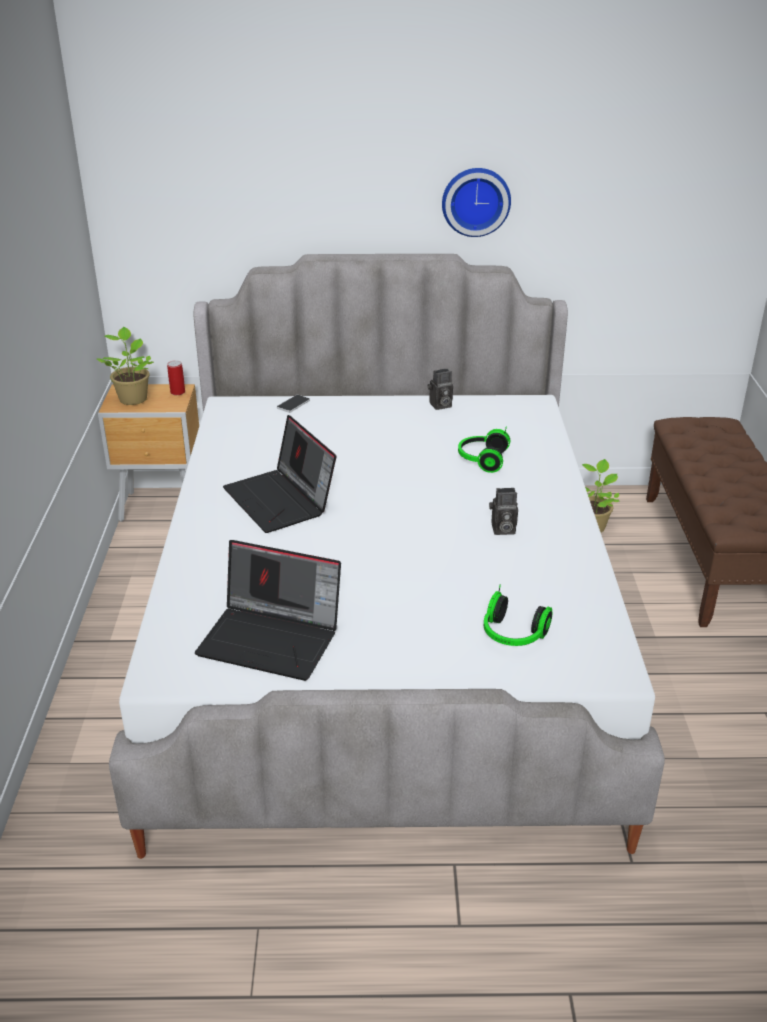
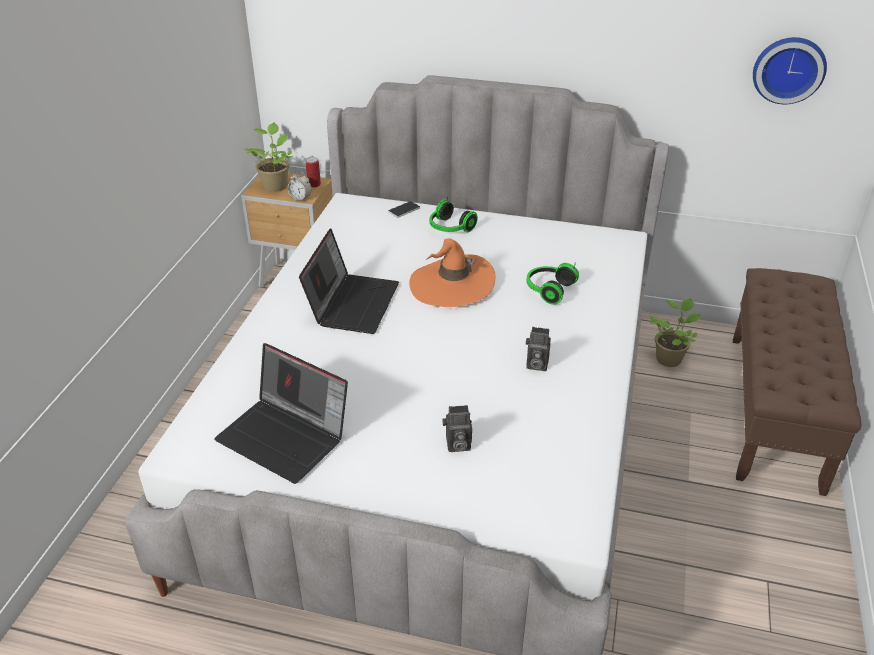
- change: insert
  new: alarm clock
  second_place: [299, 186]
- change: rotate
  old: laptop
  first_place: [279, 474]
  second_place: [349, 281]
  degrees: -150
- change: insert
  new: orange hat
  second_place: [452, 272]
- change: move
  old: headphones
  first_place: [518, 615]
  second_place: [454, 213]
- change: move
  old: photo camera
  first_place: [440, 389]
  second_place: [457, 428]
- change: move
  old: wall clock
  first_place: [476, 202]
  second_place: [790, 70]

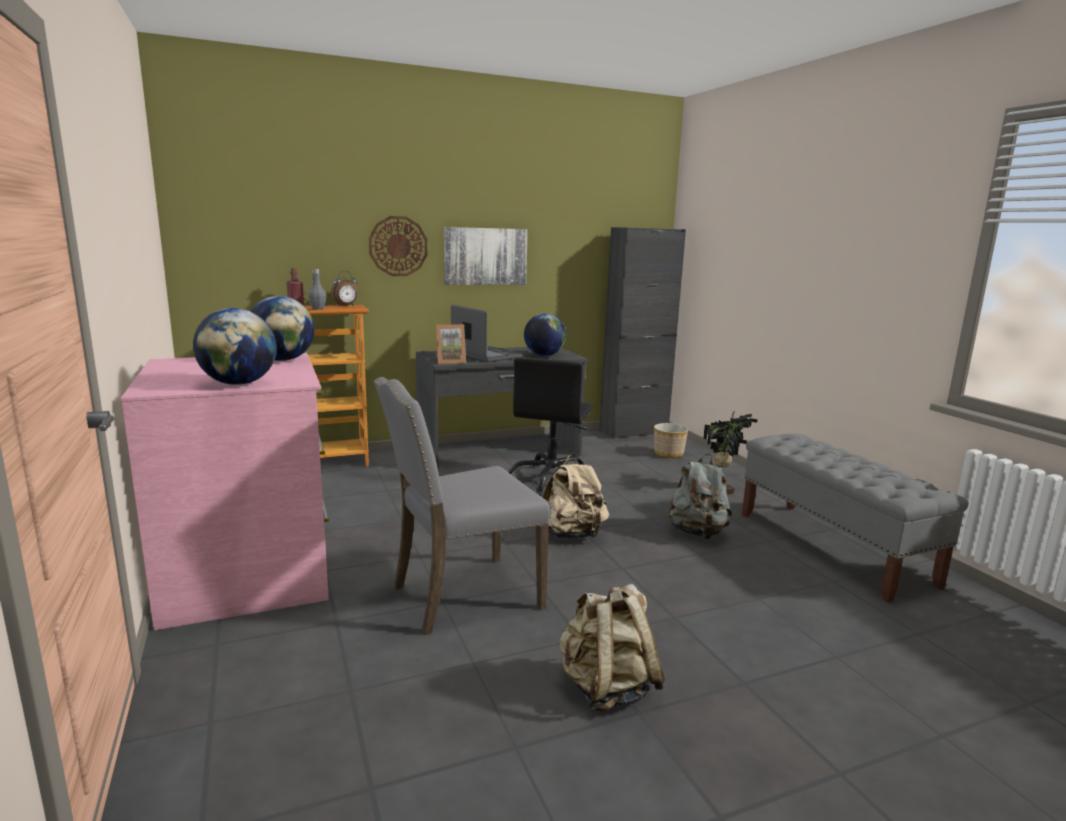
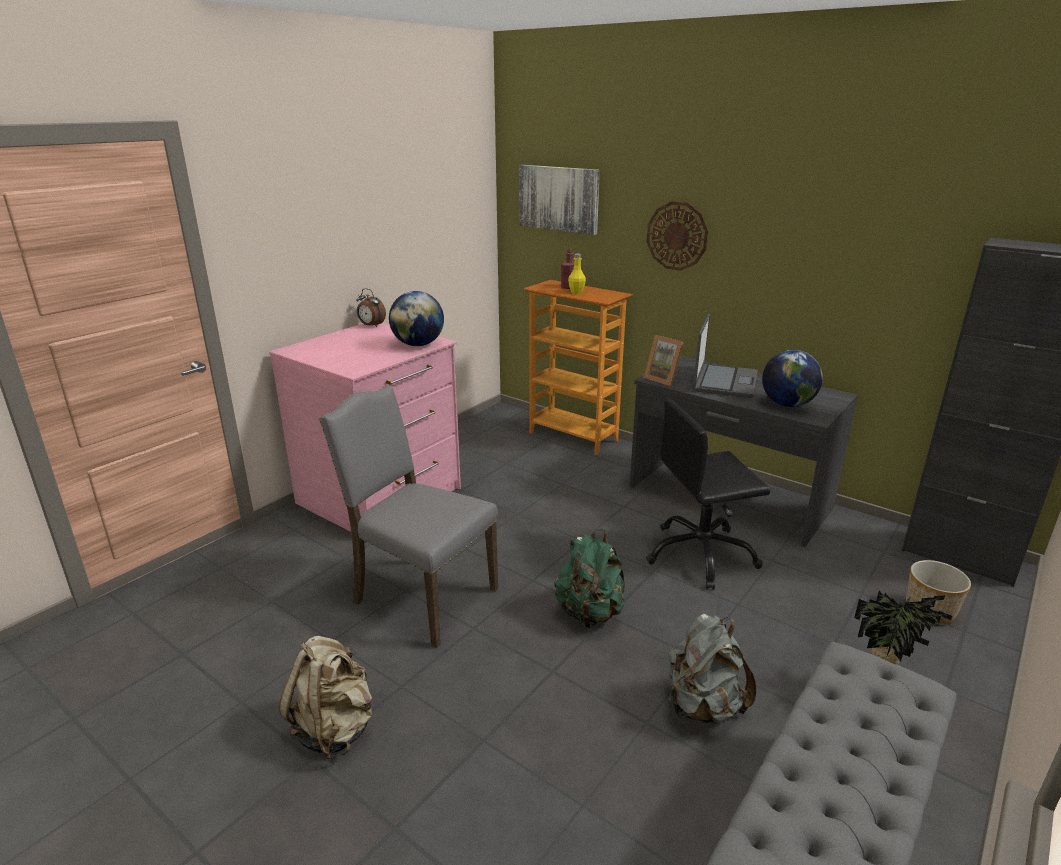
- change: move
  old: alarm clock
  first_place: [344, 289]
  second_place: [371, 307]
- change: move
  old: picture
  first_place: [485, 256]
  second_place: [559, 200]
- change: recolor
  old: beige backpack
  new: green backpack
  first_place: [576, 496]
  second_place: [589, 578]
- change: recolor
  old: grey bottle
  new: yellow bottle
  first_place: [317, 289]
  second_place: [577, 273]
- change: delete
  old: globe
  first_place: [235, 346]

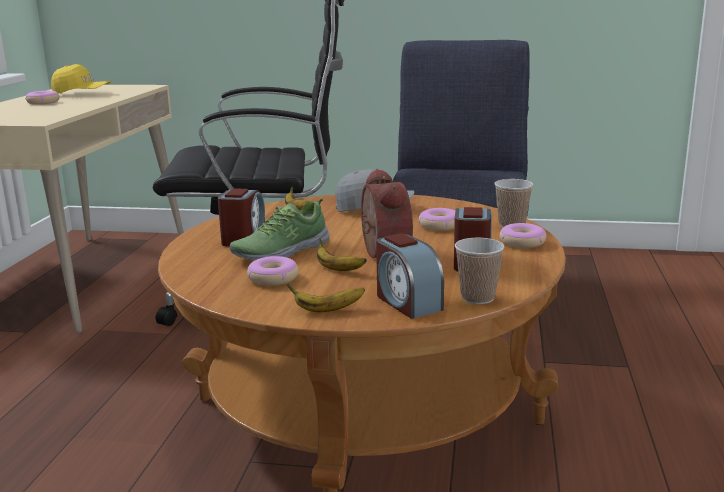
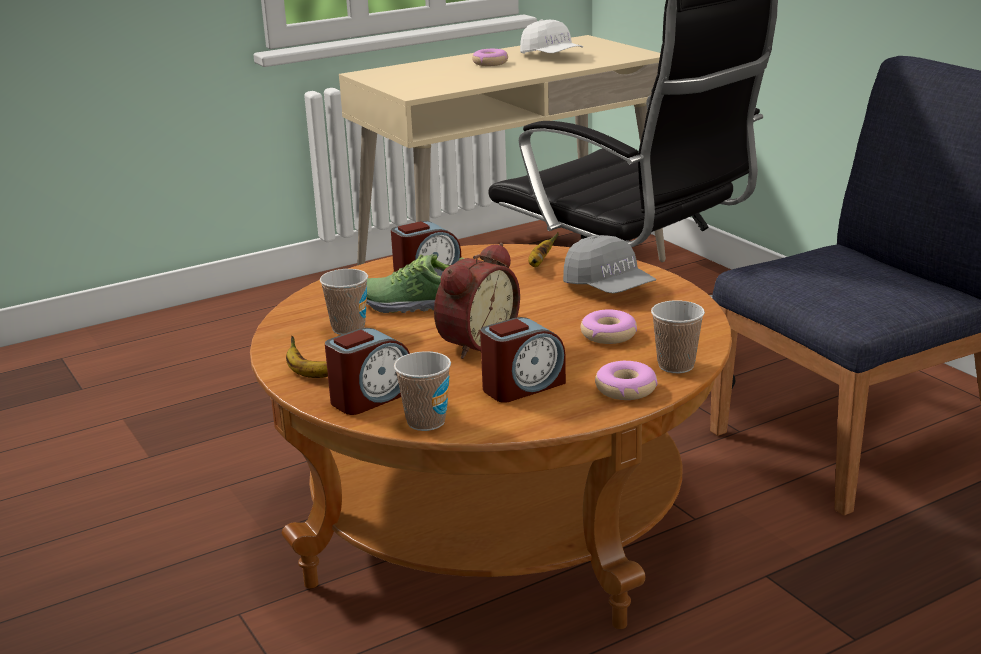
- change: replace
  old: donut
  new: cup
  first_place: [272, 271]
  second_place: [344, 302]
- change: rotate
  old: alarm clock
  first_place: [410, 276]
  second_place: [367, 371]
  degrees: -150
- change: recolor
  old: yellow cap
  new: white cap
  first_place: [81, 79]
  second_place: [551, 36]
- change: delete
  old: banana
  first_place: [342, 255]

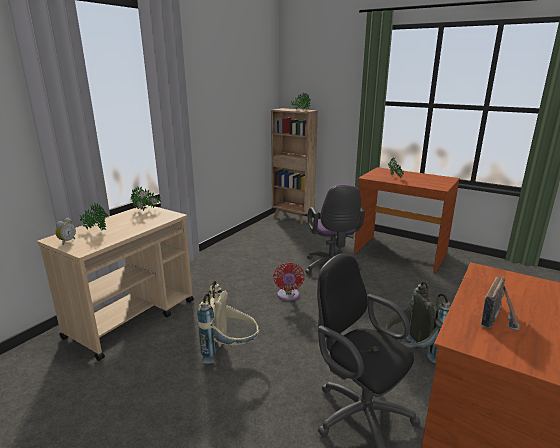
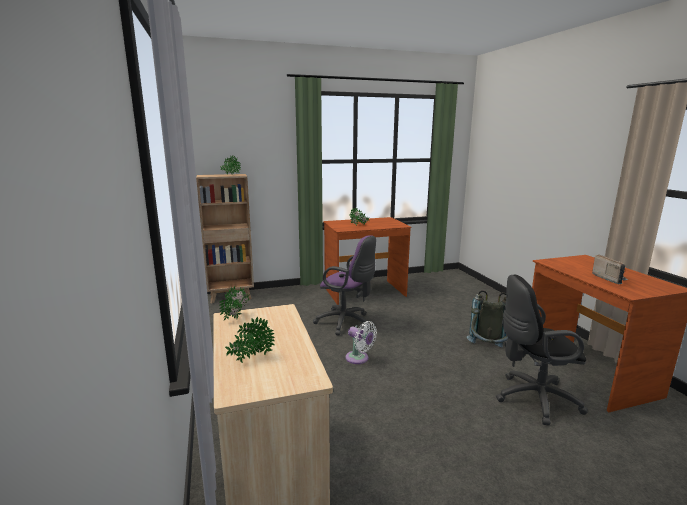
- change: recolor
  old: red fan
  new: white fan
  first_place: [289, 282]
  second_place: [361, 342]
- change: delete
  old: alarm clock
  first_place: [65, 231]
- change: delete
  old: beige backpack
  first_place: [228, 321]

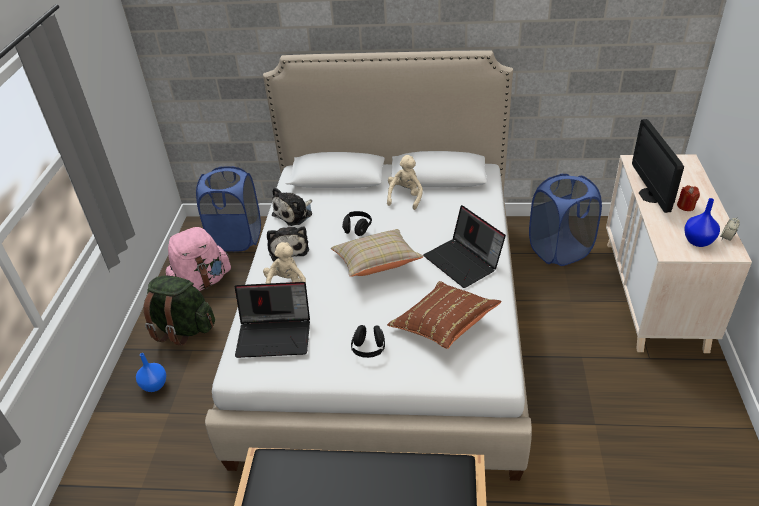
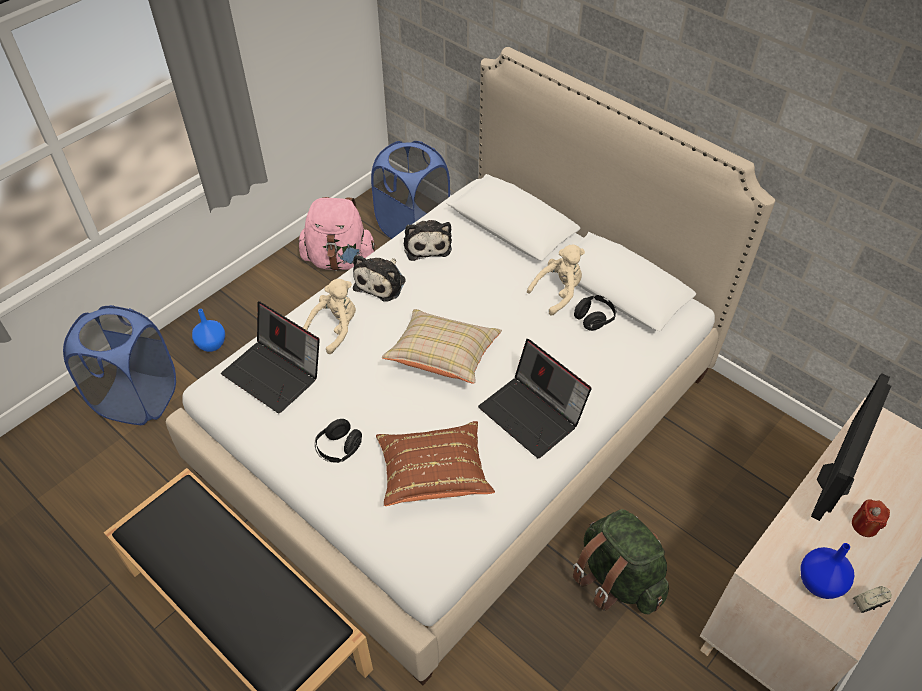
- change: move
  old: blue laundry basket
  first_place: [565, 220]
  second_place: [119, 365]
- change: rotate
  old: plush toy
  first_place: [292, 206]
  second_place: [428, 240]
  degrees: -90
- change: rotate
  old: laptop
  first_place: [464, 246]
  second_place: [535, 398]
  degrees: -45
- change: move
  old: green backpack
  first_place: [179, 310]
  second_place: [621, 561]
- change: move
  old: black headphones
  first_place: [357, 223]
  second_place: [595, 313]

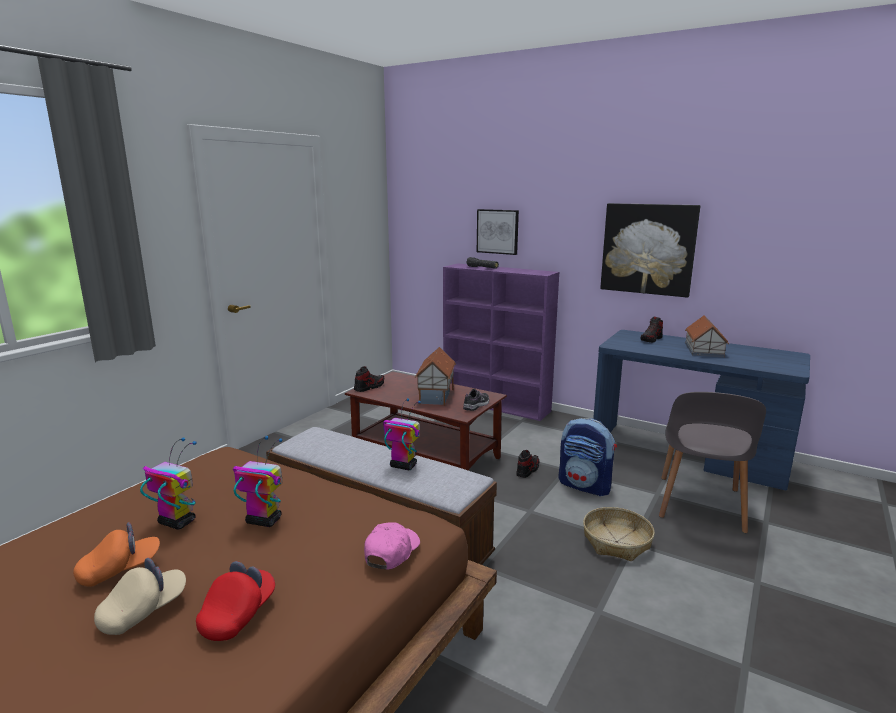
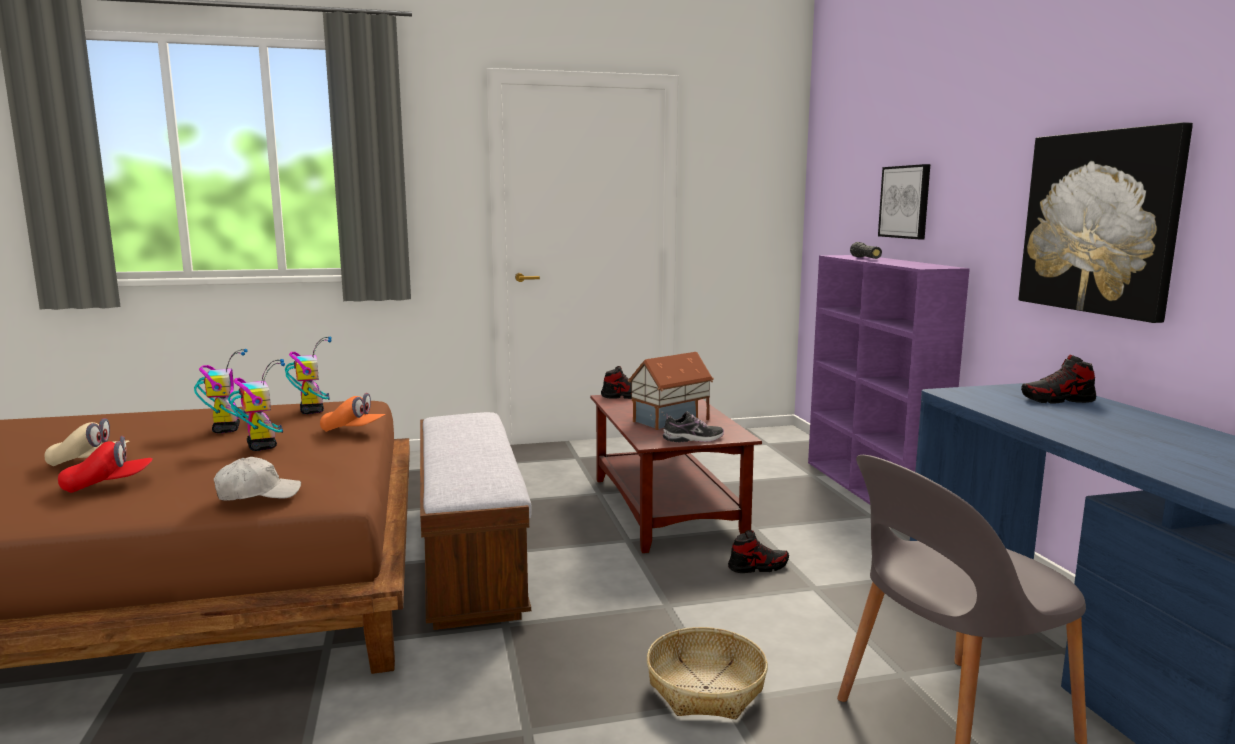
- change: recolor
  old: pink cap
  new: white cap
  first_place: [392, 546]
  second_place: [257, 479]
- change: move
  old: toy robot
  first_place: [402, 434]
  second_place: [308, 375]
- change: move
  old: orange cap
  first_place: [116, 554]
  second_place: [352, 412]
- change: delete
  old: backpack
  first_place: [587, 457]
- change: delete
  old: toy house
  first_place: [707, 336]

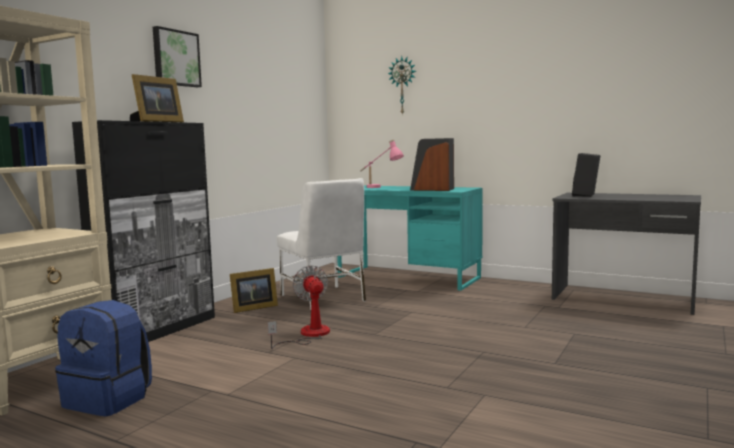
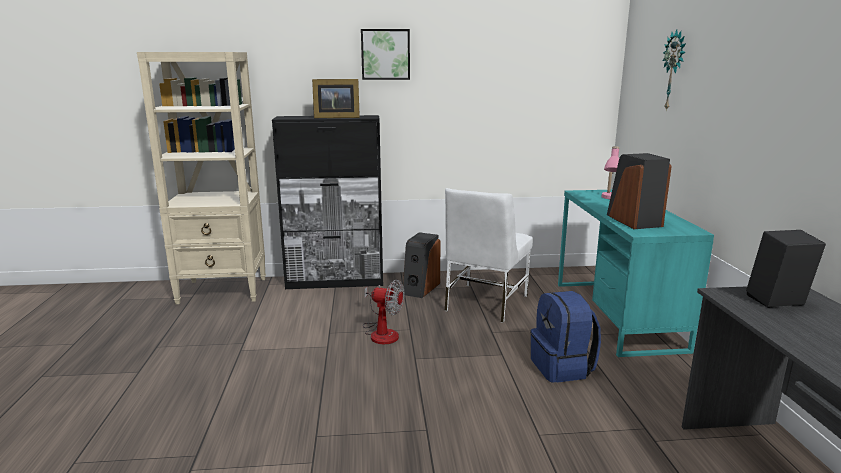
- change: rotate
  old: fan
  first_place: [299, 307]
  second_place: [383, 311]
  degrees: 75
- change: replace
  old: picture frame
  new: speaker
  first_place: [254, 290]
  second_place: [422, 265]
- change: move
  old: blue backpack
  first_place: [103, 358]
  second_place: [565, 337]

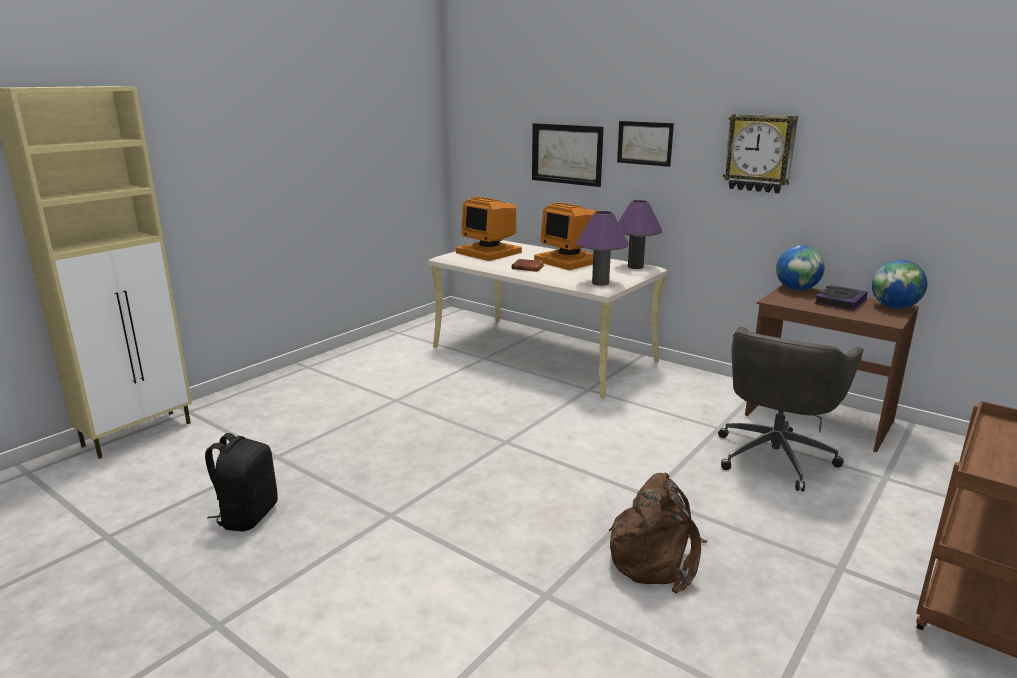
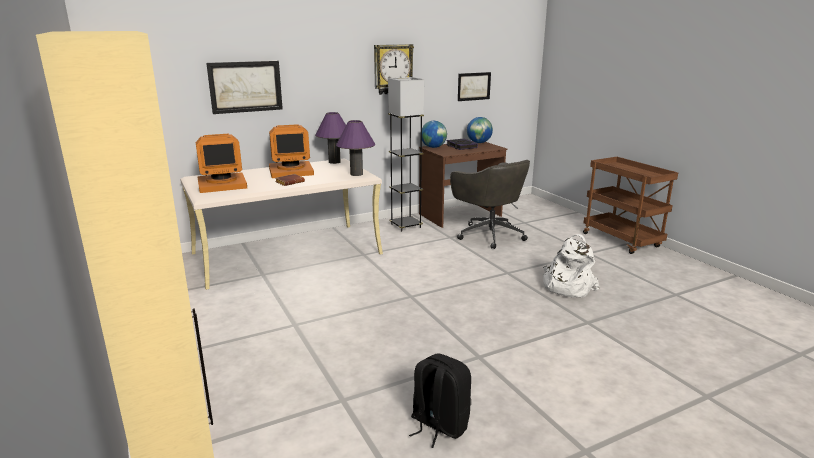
- change: insert
  new: grey floor lamp
  second_place: [406, 154]
- change: move
  old: picture
  first_place: [645, 144]
  second_place: [474, 86]
- change: recolor
  old: brown backpack
  new: white backpack
  first_place: [658, 533]
  second_place: [571, 266]

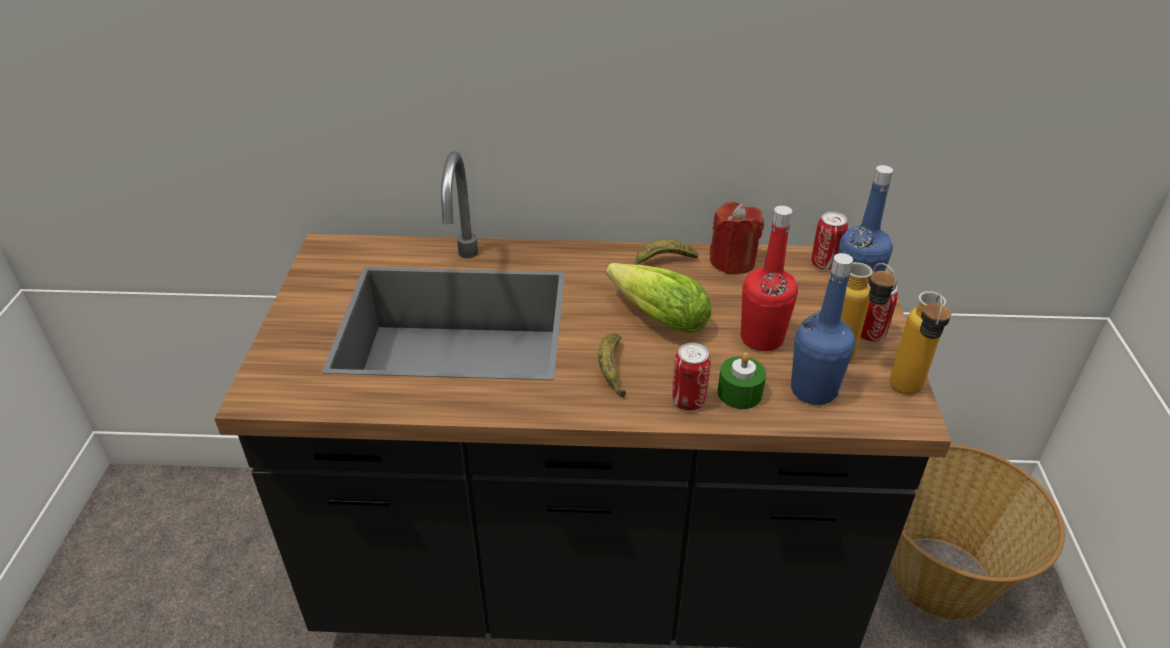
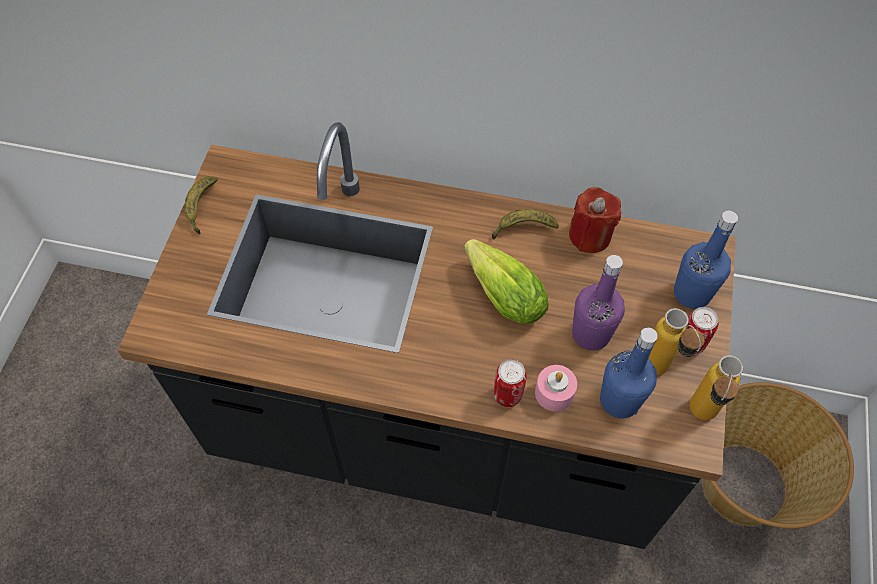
- change: move
  old: banana
  first_place: [612, 365]
  second_place: [201, 205]
- change: recolor
  old: green candle
  new: pink candle
  first_place: [741, 380]
  second_place: [556, 388]
- change: recolor
  old: red bottle
  new: purple bottle
  first_place: [769, 278]
  second_place: [598, 303]
- change: delete
  old: can
  first_place: [829, 241]

